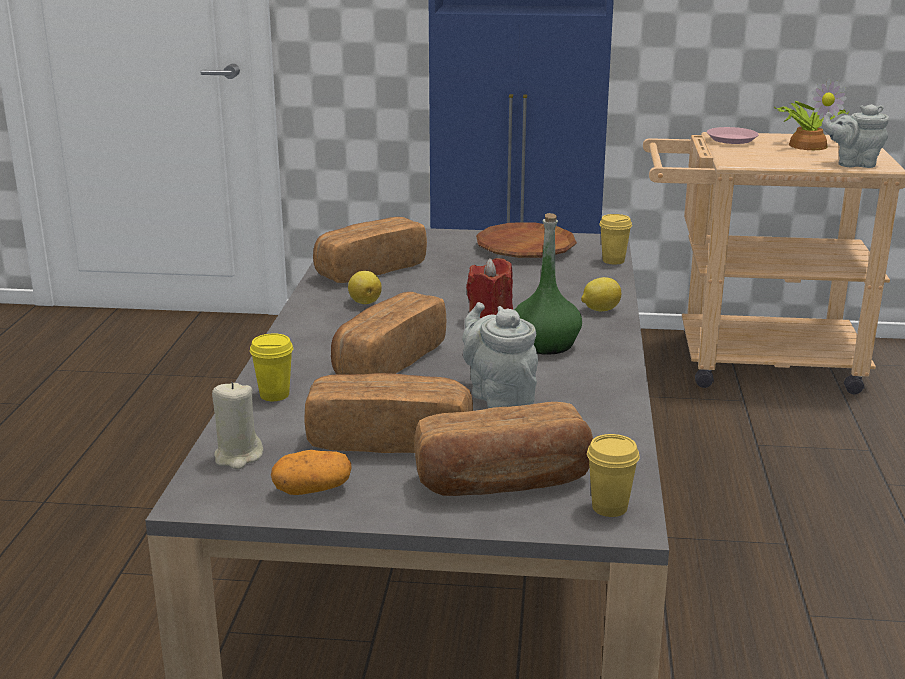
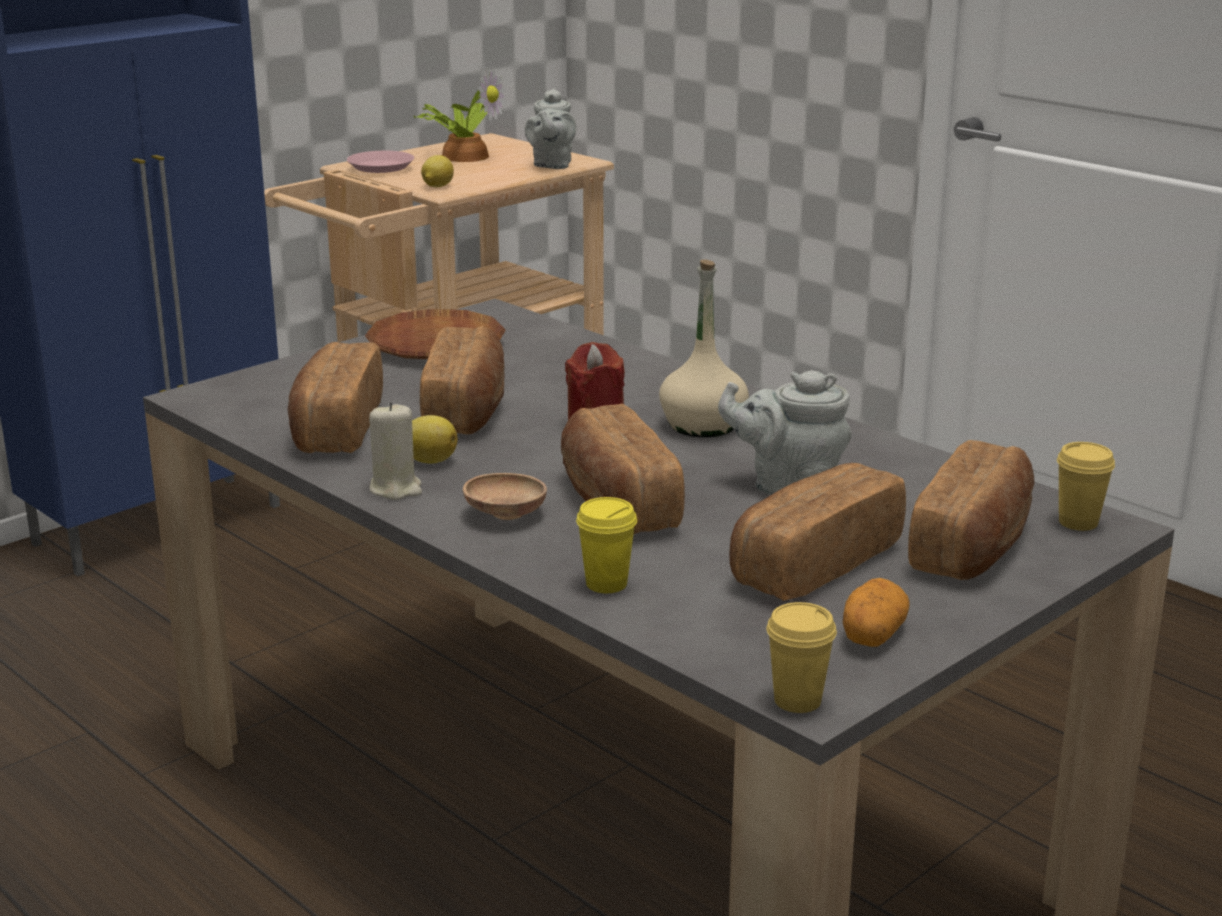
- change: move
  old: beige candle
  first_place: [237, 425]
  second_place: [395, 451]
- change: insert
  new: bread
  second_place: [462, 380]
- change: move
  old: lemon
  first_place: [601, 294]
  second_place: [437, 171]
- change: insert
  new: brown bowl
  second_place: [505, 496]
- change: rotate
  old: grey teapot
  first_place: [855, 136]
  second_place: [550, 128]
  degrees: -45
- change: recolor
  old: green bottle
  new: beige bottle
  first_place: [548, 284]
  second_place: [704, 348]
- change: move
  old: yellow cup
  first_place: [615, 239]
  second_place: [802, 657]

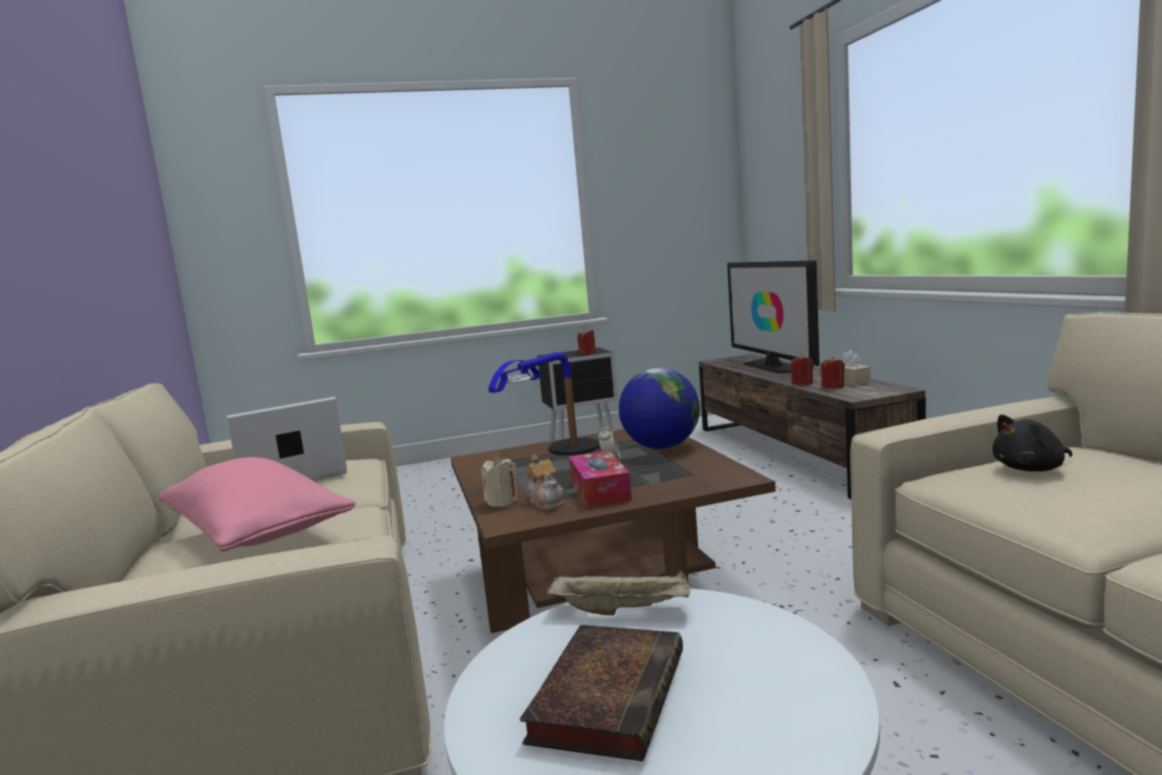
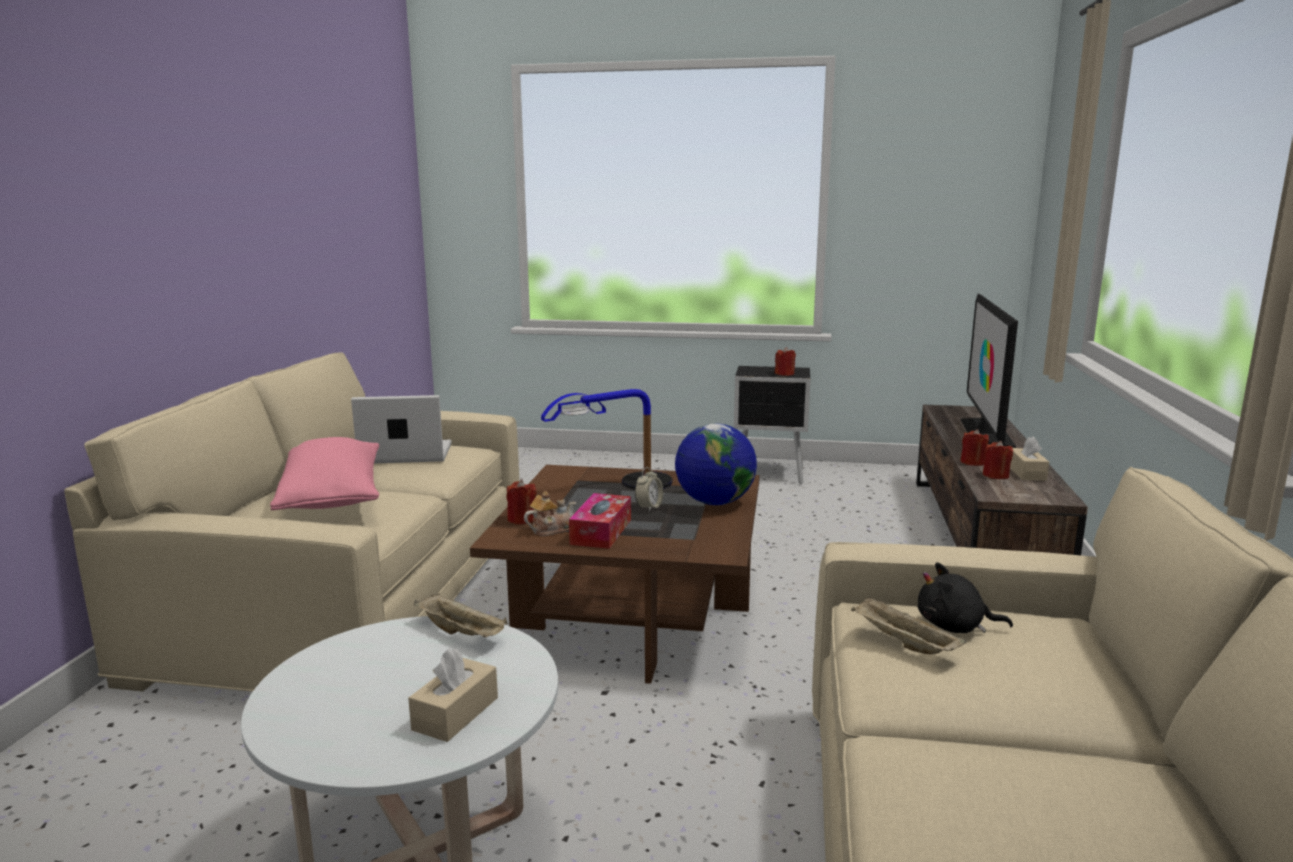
- change: insert
  new: beige tissue box
  second_place: [453, 695]
- change: recolor
  old: beige candle
  new: red candle
  first_place: [499, 481]
  second_place: [522, 502]
- change: rotate
  old: teapot
  first_place: [545, 482]
  second_place: [550, 513]
  degrees: -120
- change: insert
  new: beige tray
  second_place: [909, 625]
- change: delete
  old: book
  first_place: [601, 693]

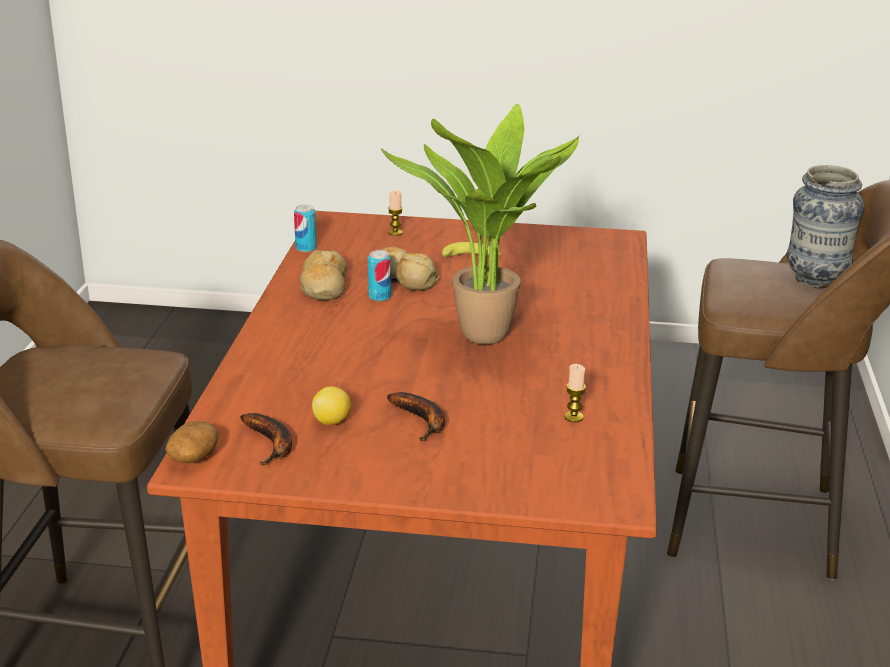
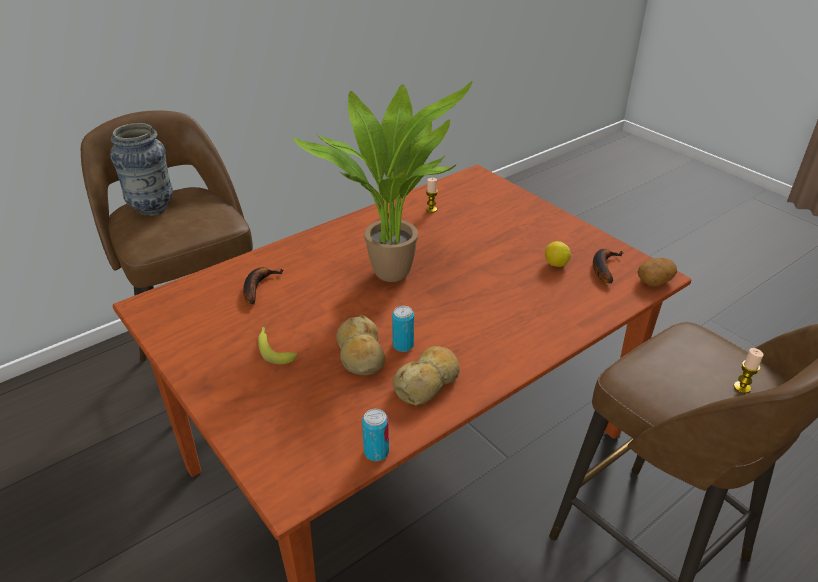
- change: move
  old: banana
  first_place: [416, 416]
  second_place: [263, 285]
- change: move
  old: candle
  first_place: [395, 213]
  second_place: [748, 371]

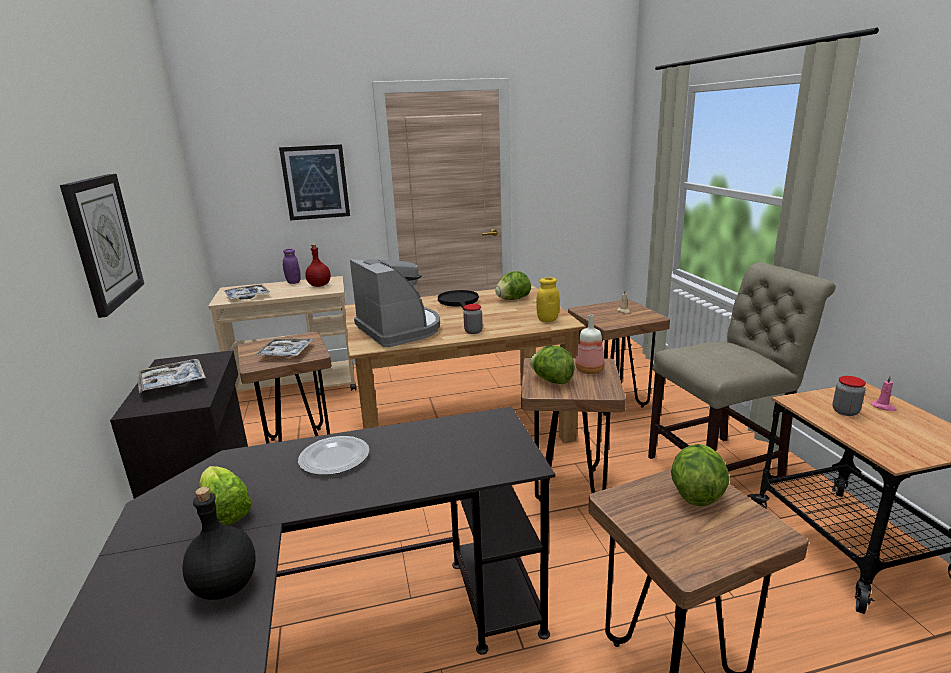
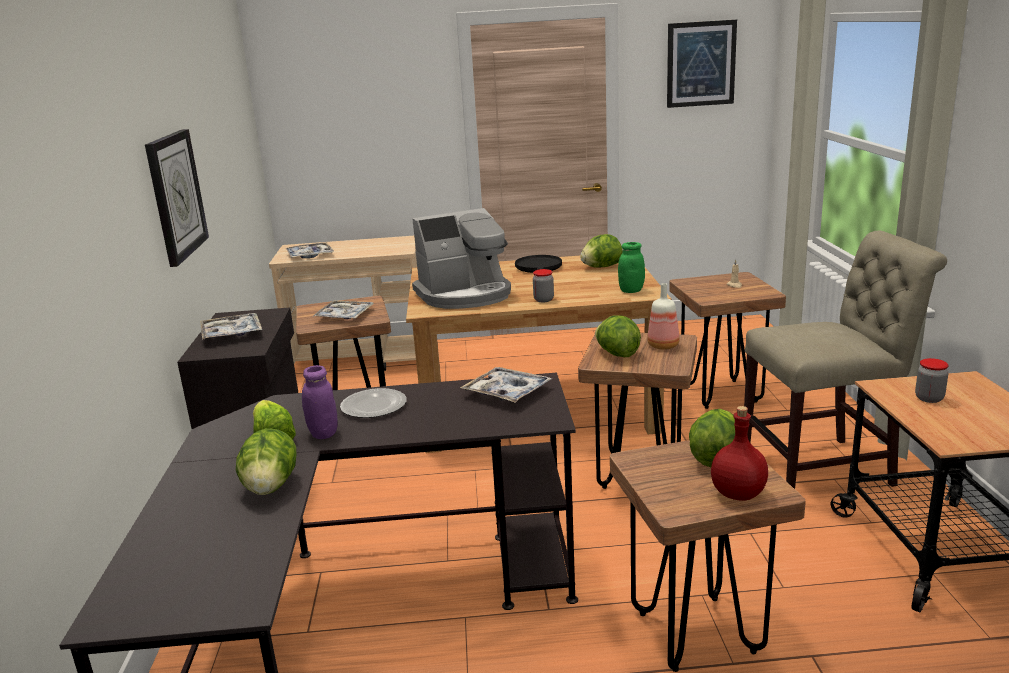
- change: replace
  old: black bottle
  new: lettuce
  first_place: [219, 543]
  second_place: [266, 461]
- change: move
  old: purple jar
  first_place: [292, 266]
  second_place: [320, 402]
- change: rotate
  old: coffee machine
  first_place: [395, 303]
  second_place: [461, 258]
  degrees: 90
- change: insert
  new: tray
  second_place: [506, 385]
- change: recolor
  old: yellow jar
  new: green jar
  first_place: [548, 299]
  second_place: [631, 267]
- change: move
  old: picture
  first_place: [314, 182]
  second_place: [702, 64]
- change: move
  old: red bottle
  first_place: [318, 265]
  second_place: [739, 453]
- change: delete
  old: pink candle
  first_place: [883, 393]

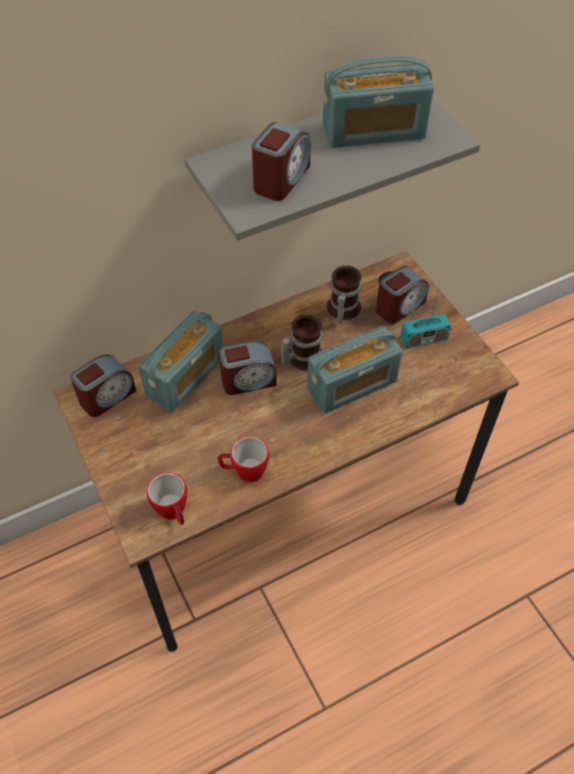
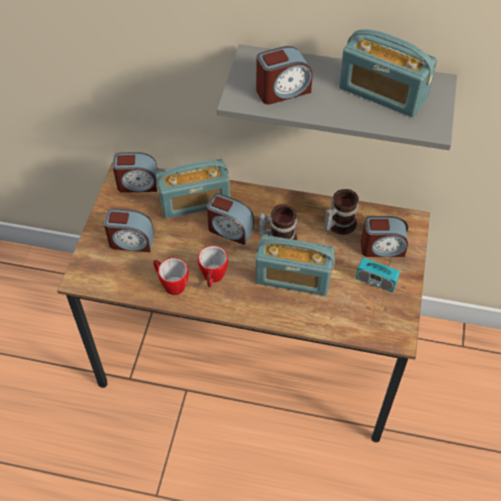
- change: insert
  new: alarm clock
  second_place: [129, 230]
- change: move
  old: mug
  first_place: [167, 498]
  second_place: [213, 266]

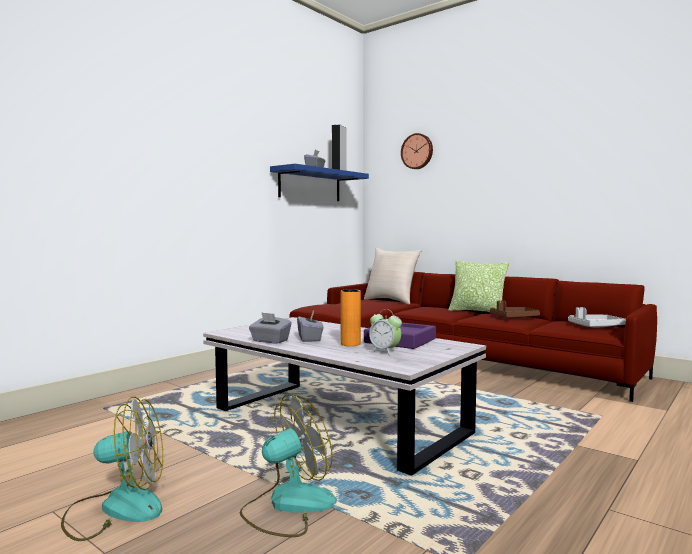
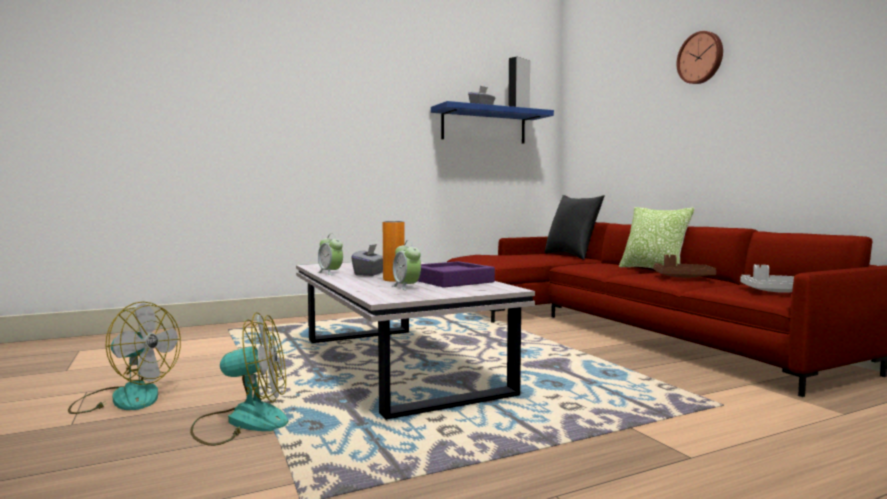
- change: replace
  old: grey tissue box
  new: alarm clock
  first_place: [270, 327]
  second_place: [330, 254]
- change: recolor
  old: beige pillow
  new: black pillow
  first_place: [393, 276]
  second_place: [575, 227]
- change: move
  old: wall clock
  first_place: [417, 151]
  second_place: [699, 57]

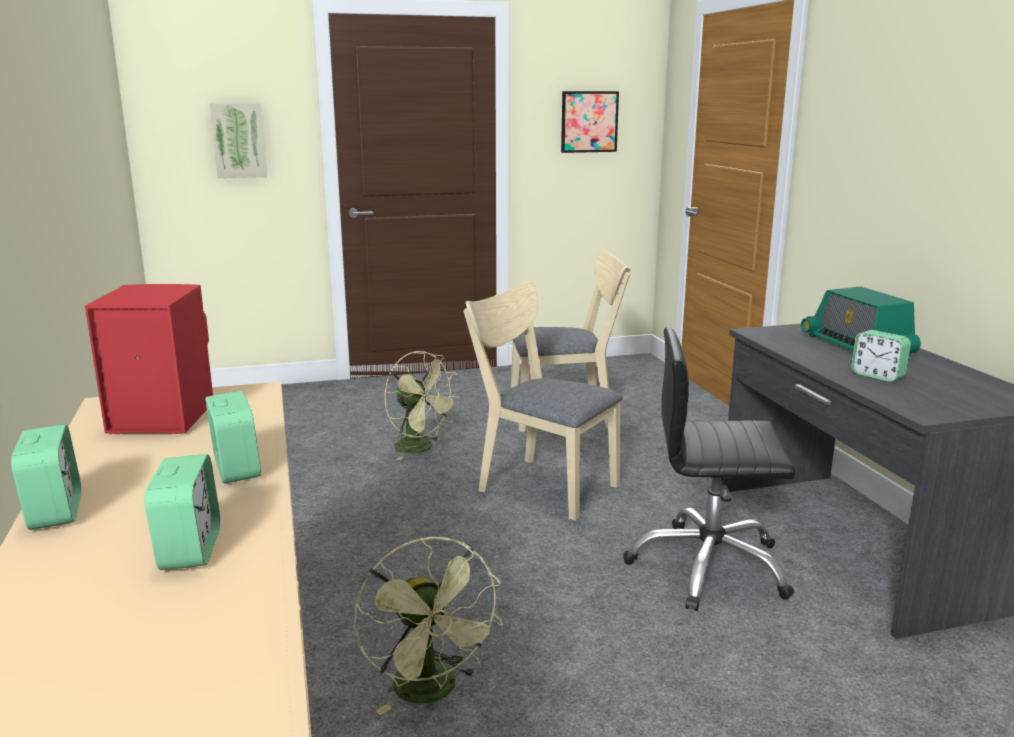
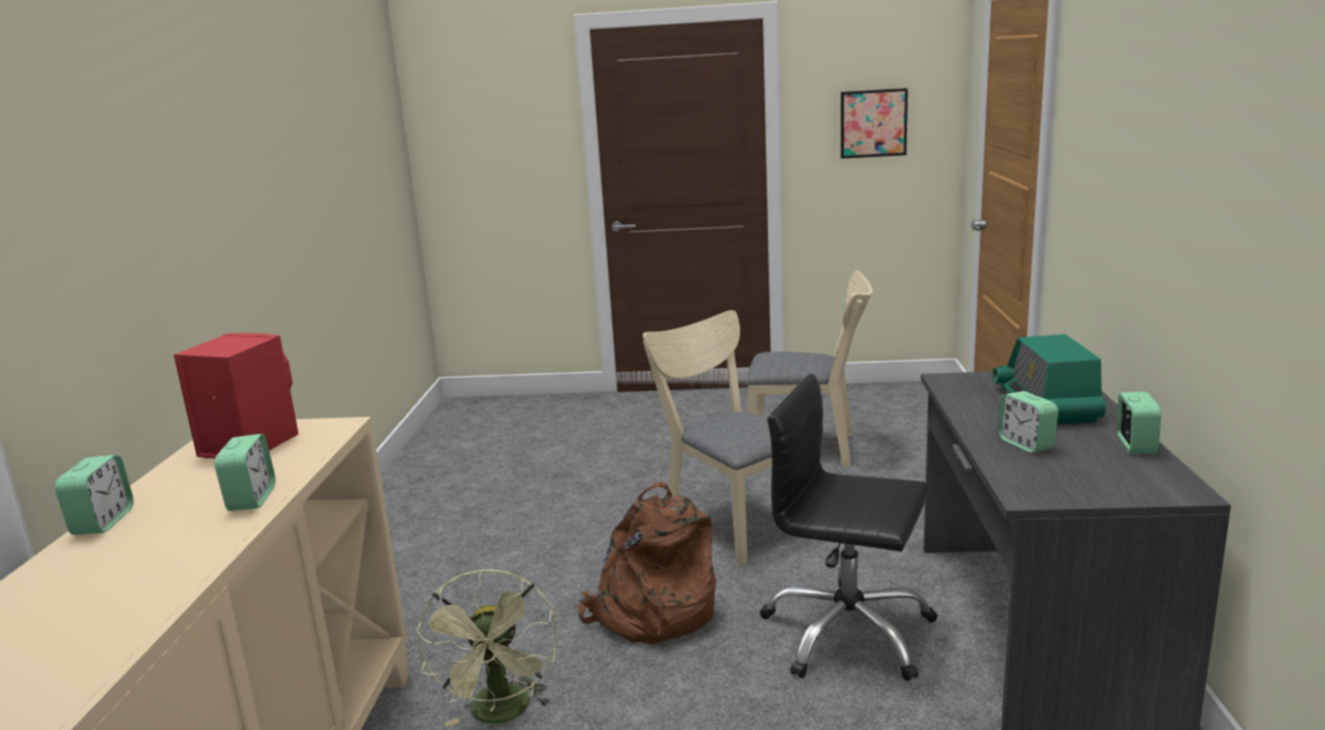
- change: insert
  new: brown backpack
  second_place: [647, 563]
- change: move
  old: alarm clock
  first_place: [182, 512]
  second_place: [1139, 423]
- change: delete
  old: picture
  first_place: [238, 140]
- change: delete
  old: green fan
  first_place: [422, 405]

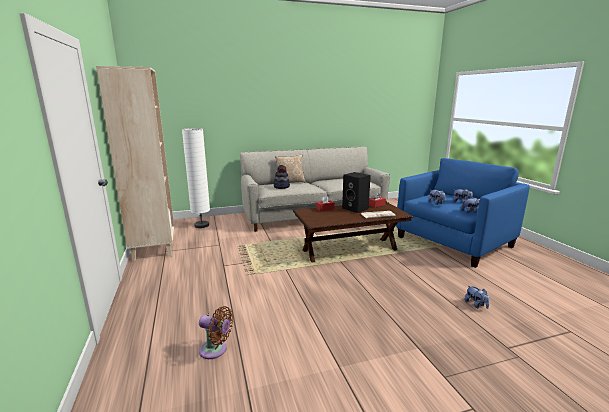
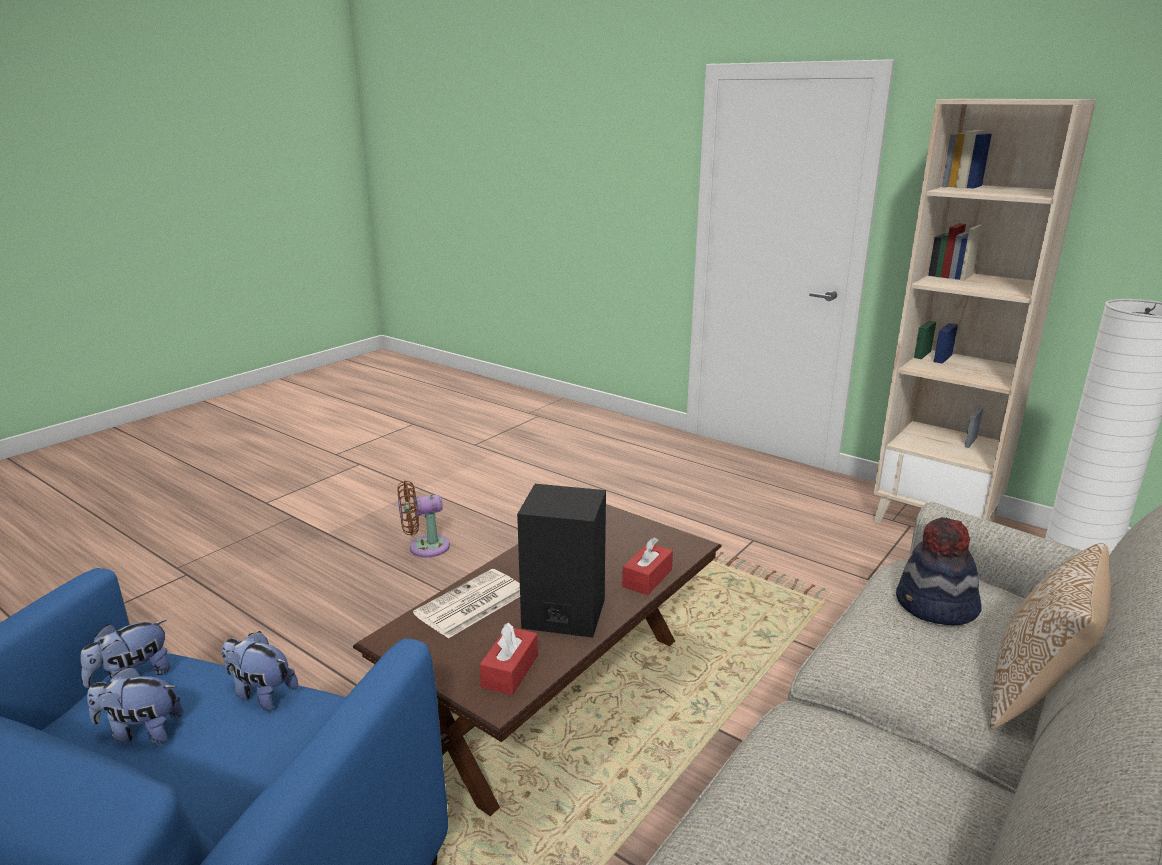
- change: move
  old: brown fan
  first_place: [216, 332]
  second_place: [423, 519]
- change: delete
  old: plush toy
  first_place: [477, 297]

